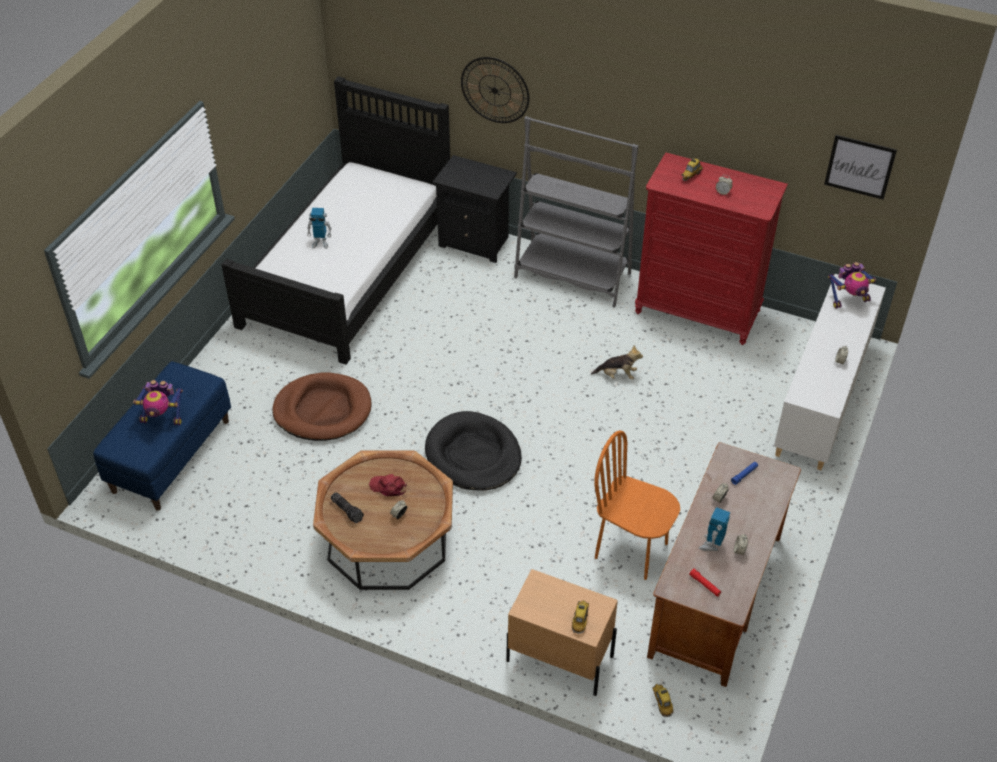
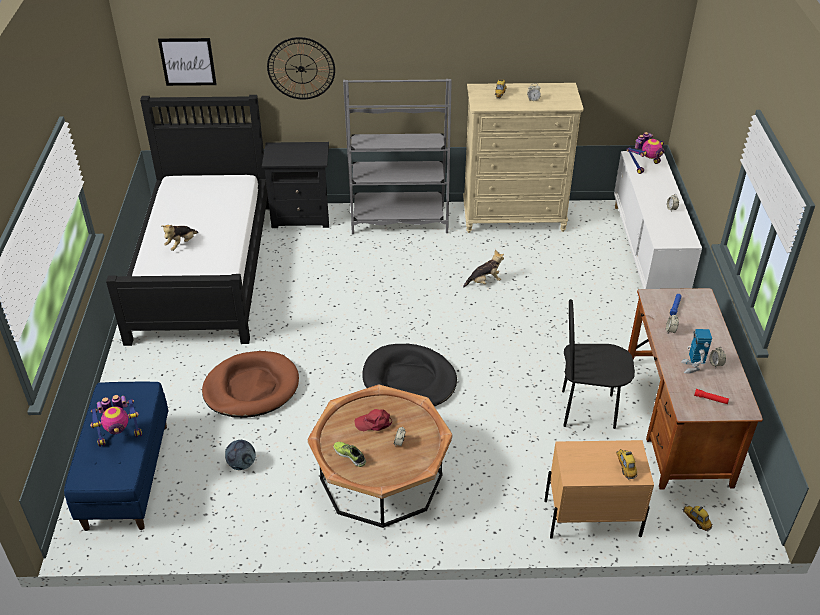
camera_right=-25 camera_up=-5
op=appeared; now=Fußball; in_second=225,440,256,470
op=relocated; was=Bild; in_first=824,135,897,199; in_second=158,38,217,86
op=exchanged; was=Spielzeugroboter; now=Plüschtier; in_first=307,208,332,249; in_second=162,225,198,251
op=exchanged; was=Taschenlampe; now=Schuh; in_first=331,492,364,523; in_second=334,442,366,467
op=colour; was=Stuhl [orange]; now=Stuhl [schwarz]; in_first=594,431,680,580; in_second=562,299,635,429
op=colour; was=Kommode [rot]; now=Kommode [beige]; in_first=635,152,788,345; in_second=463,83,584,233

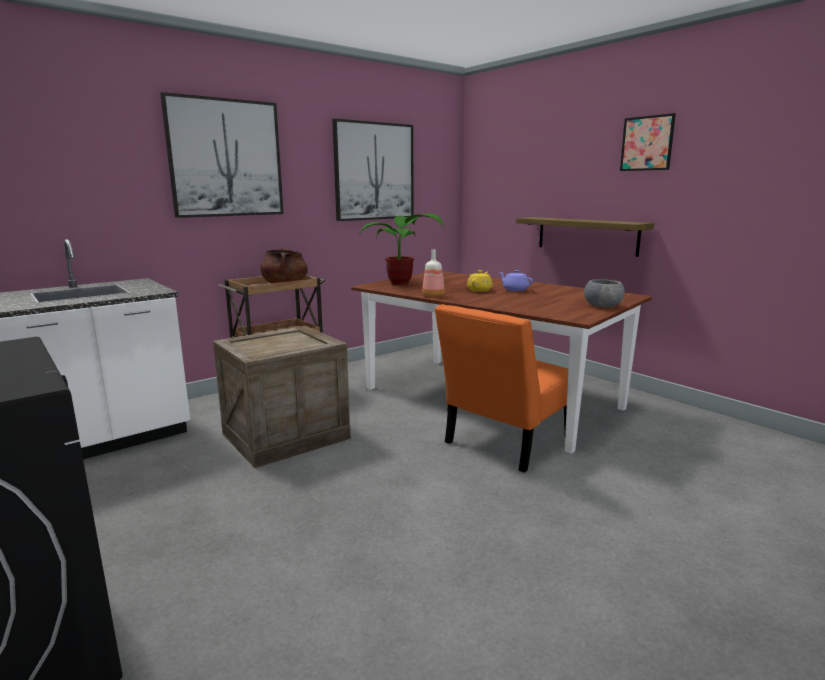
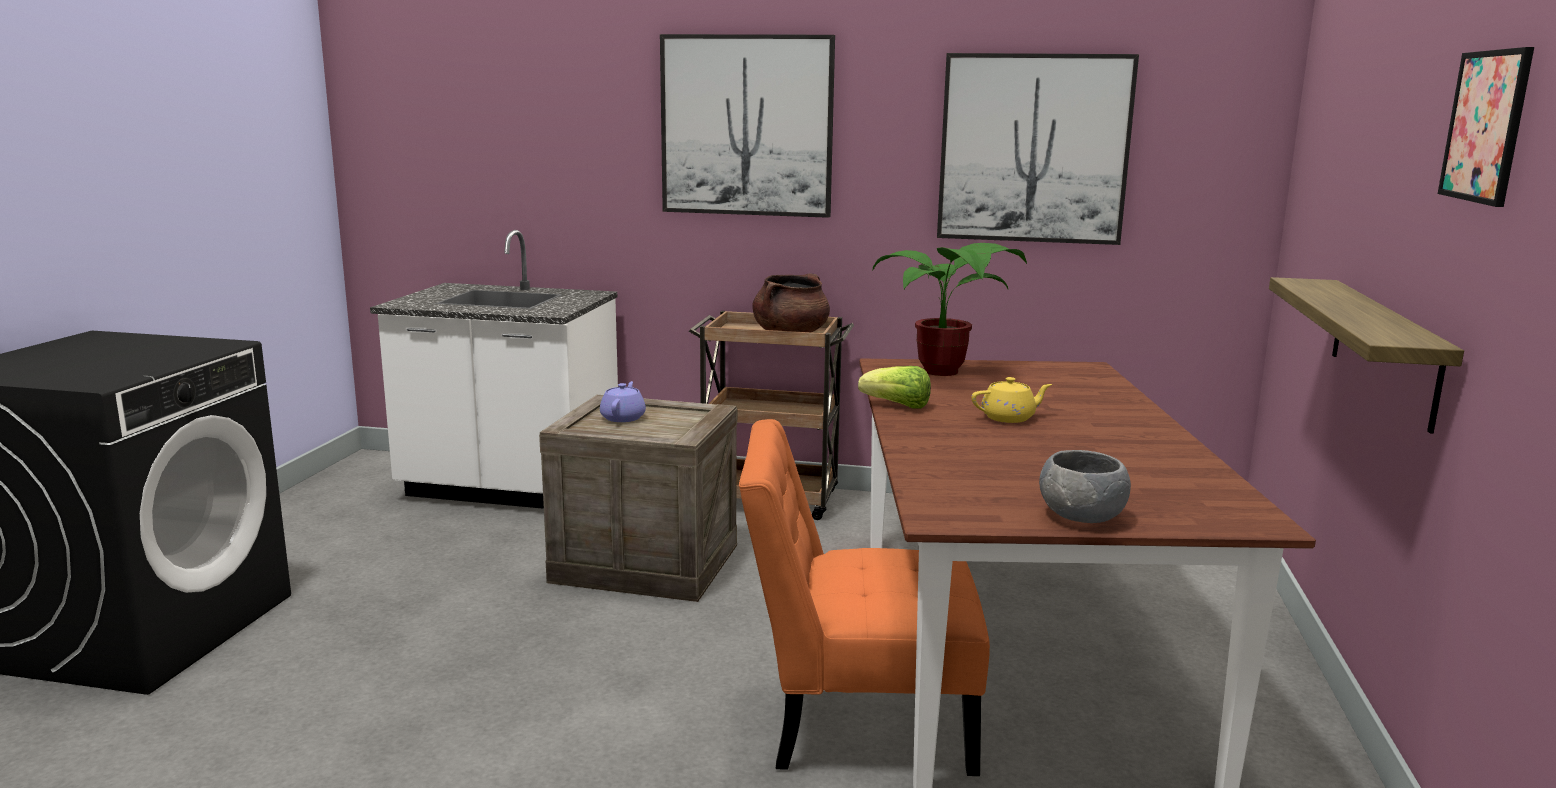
camera_right=50 camera_up=0
op=relocated; was=Teekanne [lila]; in_first=499,270,533,291; in_second=600,381,646,422
op=exchanged; was=Flasche; now=Salatkopf; in_first=422,250,445,297; in_second=858,366,931,409

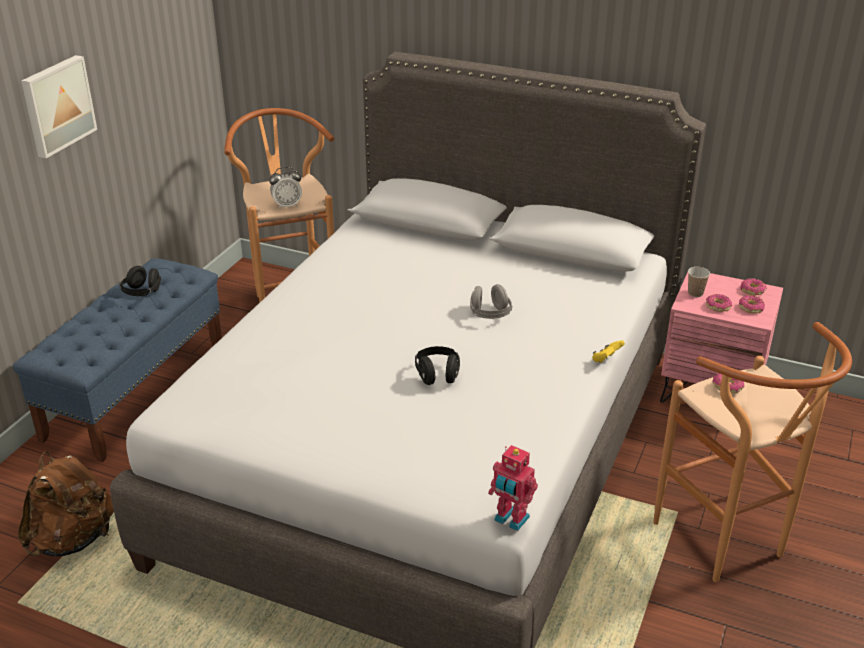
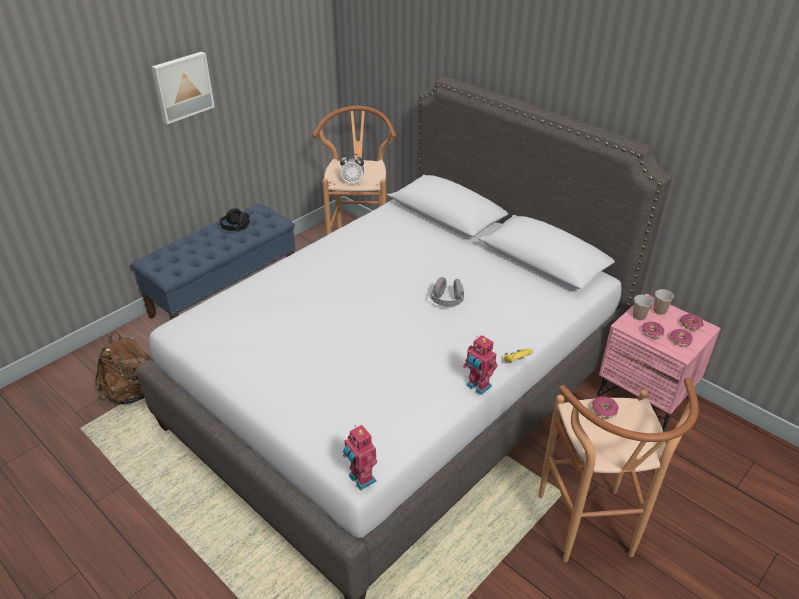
camera_right=20 camera_up=5
op=missing; was=Kopfhörer [schwarz]; in_first=415,346,460,385
op=appeared; now=Spielzeugroboter; in_second=463,335,498,395
op=appeared; now=Tasse; in_second=654,289,674,315

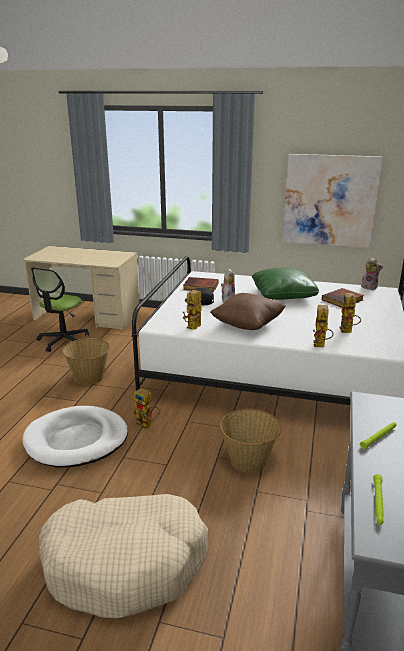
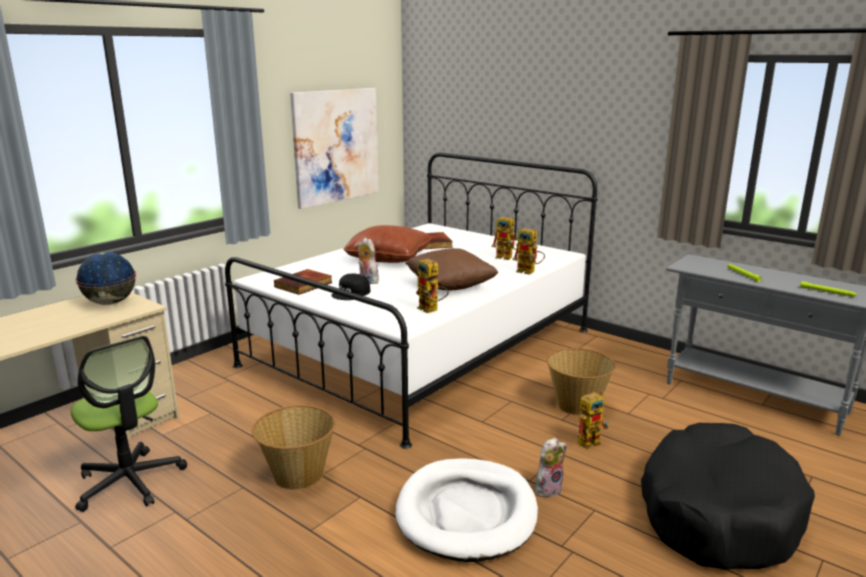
camera_right=-65 camera_up=-5
op=appeared; now=Globus; in_second=75,252,136,305
op=relocated; was=Spielzeugroboter; in_first=133,388,160,429; in_second=578,391,609,449
op=relocated; was=Plüschtier; in_first=361,257,383,290; in_second=535,438,567,497
op=colour; was=Hundebett [beige]; now=Hundebett [schwarz]; in_first=39,494,208,618; in_second=641,423,815,570
op=colour; was=Kissen [grün]; now=Kissen [braun]; in_first=252,268,319,300; in_second=343,225,431,263

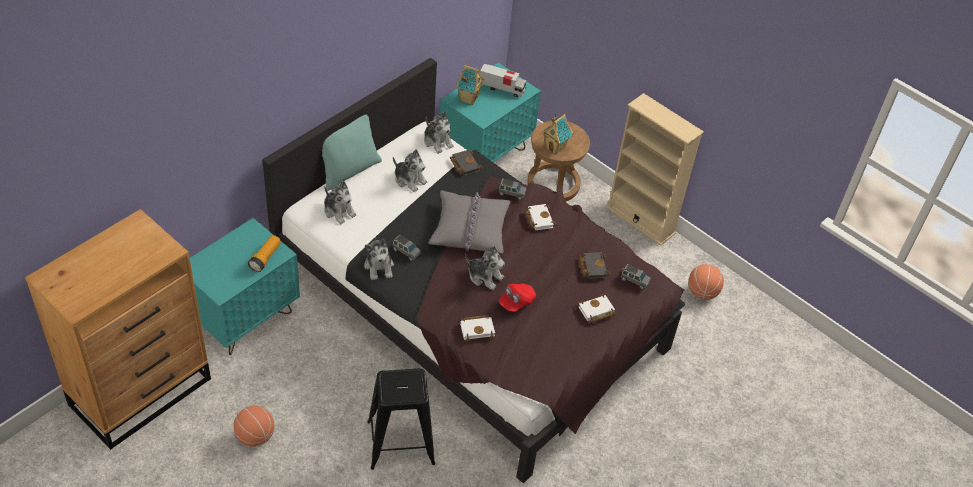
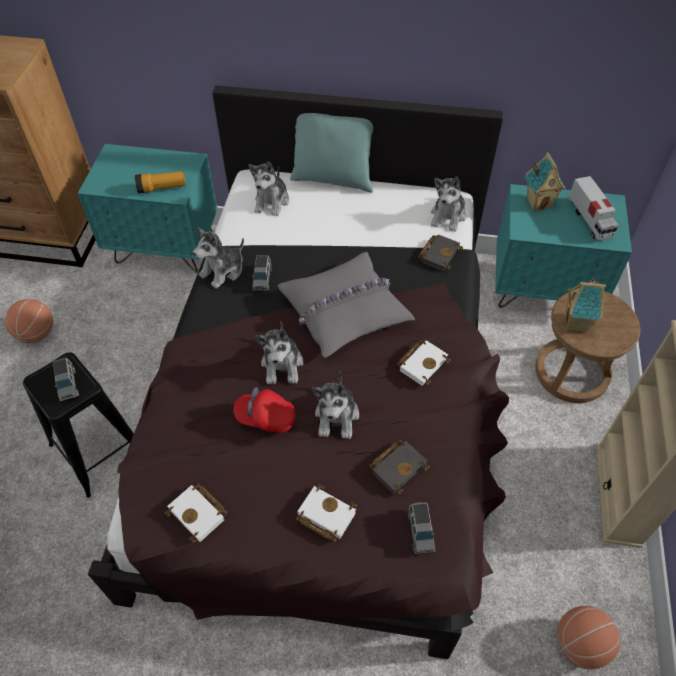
camera_right=60 camera_up=5
op=relocated; was=Plüschtier; in_first=393,149,427,192; in_second=312,371,359,439
op=relocated; was=Buch [weiß]; in_first=460,315,495,341; in_second=165,484,227,543
op=relocated; was=Spielzeugauto [grau]; in_first=498,178,526,200; in_second=53,358,79,401

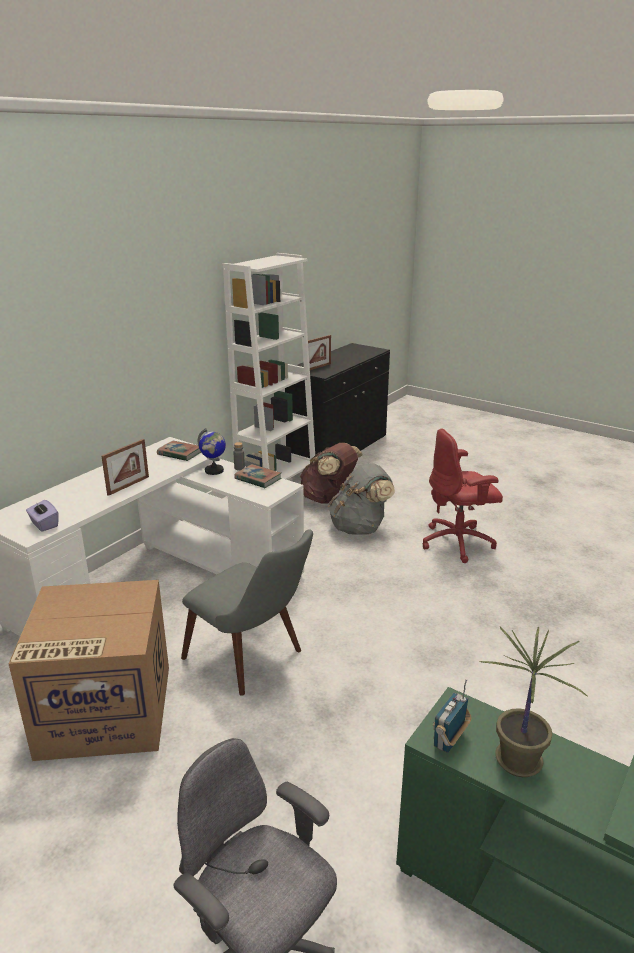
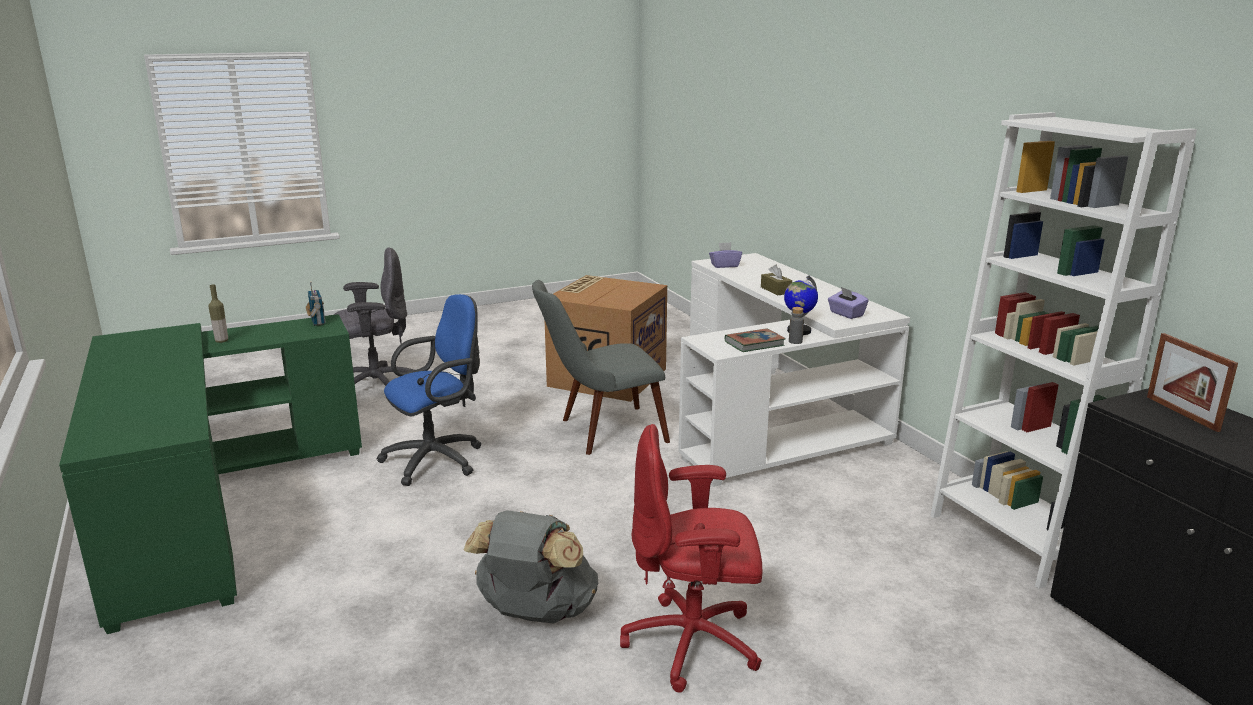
camera_right=120 camera_up=-5
op=missing; was=Rucksack [braun]; in_first=300,443,363,504
op=missing; was=Topfpflanze; in_first=479,626,589,777
op=appeared; now=Flasche; in_second=208,284,228,343
op=appeared; now=Bürostuhl [blau]; in_second=377,294,482,486
op=relocated; was=Rucksack [grau]; in_first=328,463,395,535; in_second=464,510,598,624
op=exchanged; was=Bilderrahmen; now=Taschentuchbox [braun]; in_first=101,439,149,496; in_second=761,265,792,296
op=exchanged; was=Buch; now=Taschentuchbox [lila]; in_first=157,441,201,461; in_second=828,287,869,319
op=spun; was=Bürostuhl [rot]; in_first=422,428,503,563; in_second=620,424,762,693; clockwise=-105

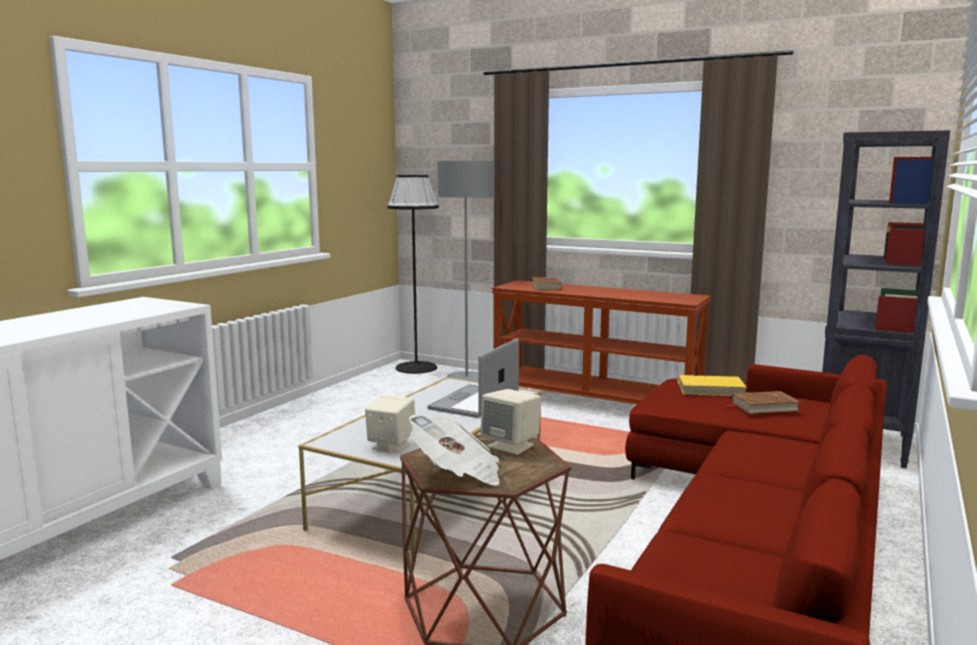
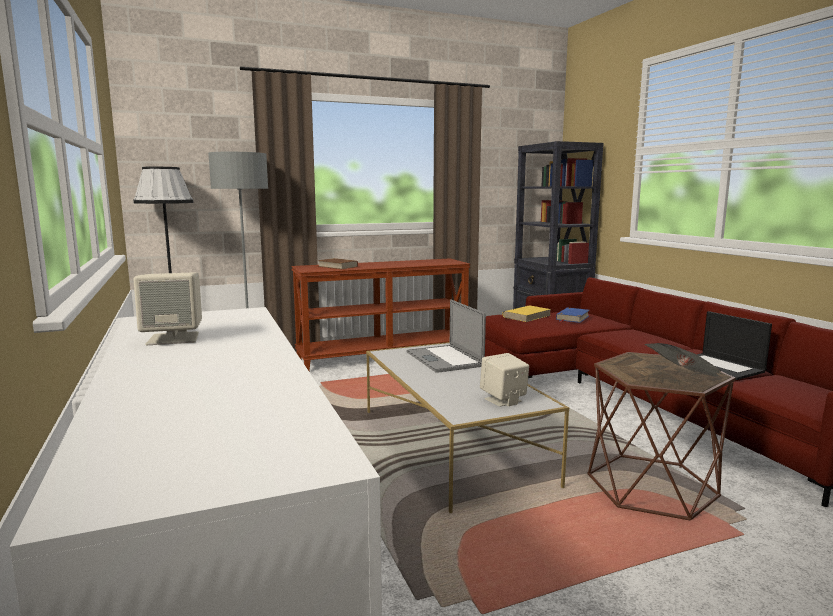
camera_right=-50 camera_up=0
op=appeared; now=Laptop; in_second=696,311,772,380
op=relocated; was=Lautsprecher [beige]; in_first=480,389,541,455; in_second=133,272,202,345
op=colour; was=Buch [braun]; now=Buch [blau]; in_first=727,391,800,414; in_second=556,307,589,323

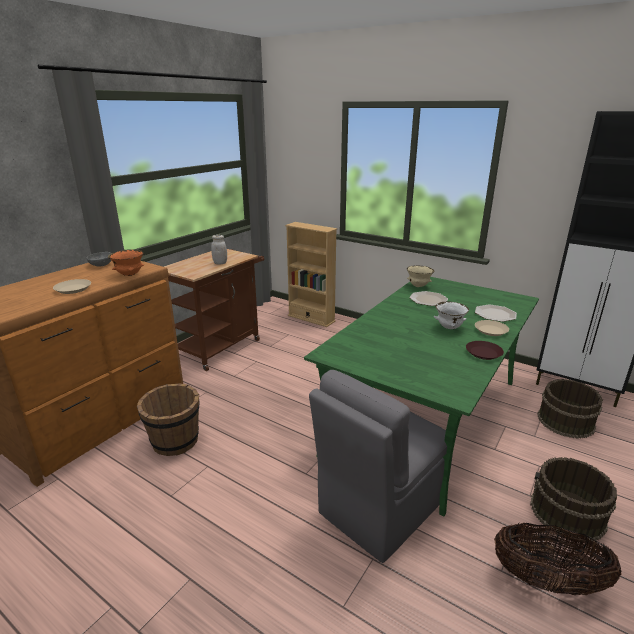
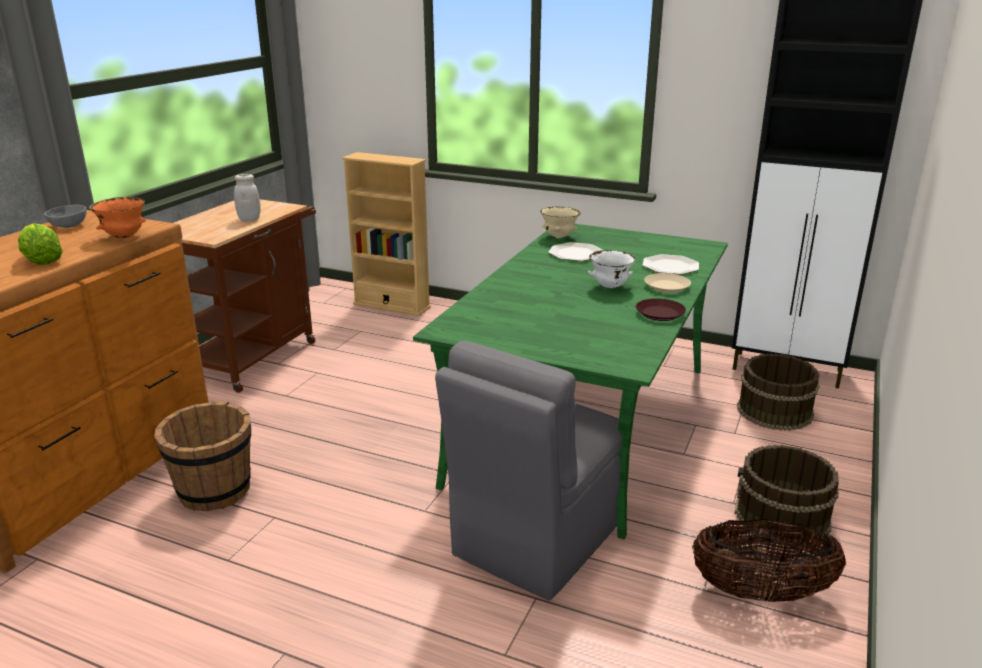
camera_right=-10 camera_up=0
op=exchanged; was=Teller [beige]; now=Salatkopf; in_first=53,279,91,294; in_second=18,223,63,265

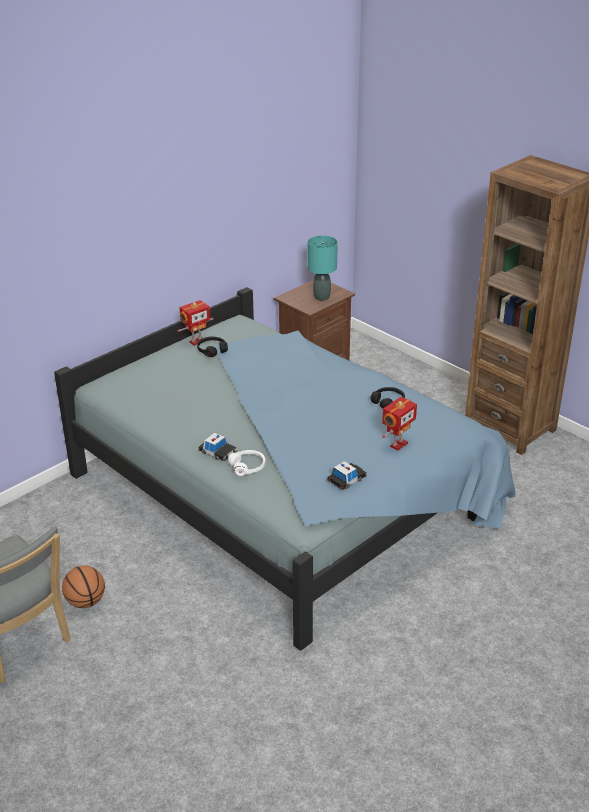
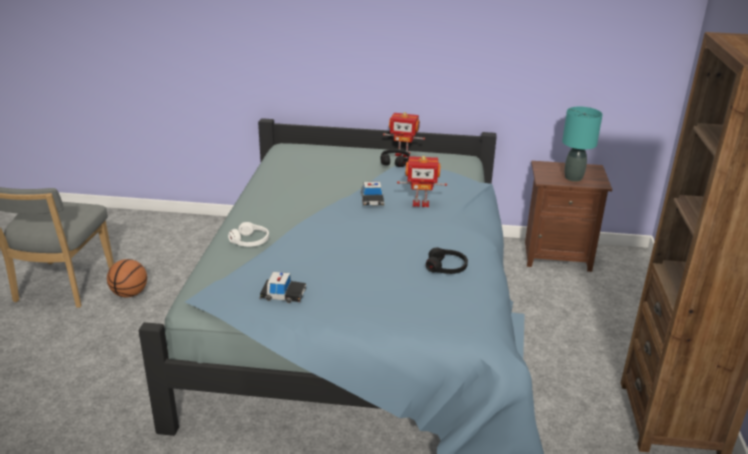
camera_right=50 camera_up=-5
op=relocated; was=Spielzeugauto; in_first=198,433,237,461; in_second=361,182,385,206
op=relocated; was=Spielzeugroboter; in_first=382,397,417,451; in_second=397,156,447,207

